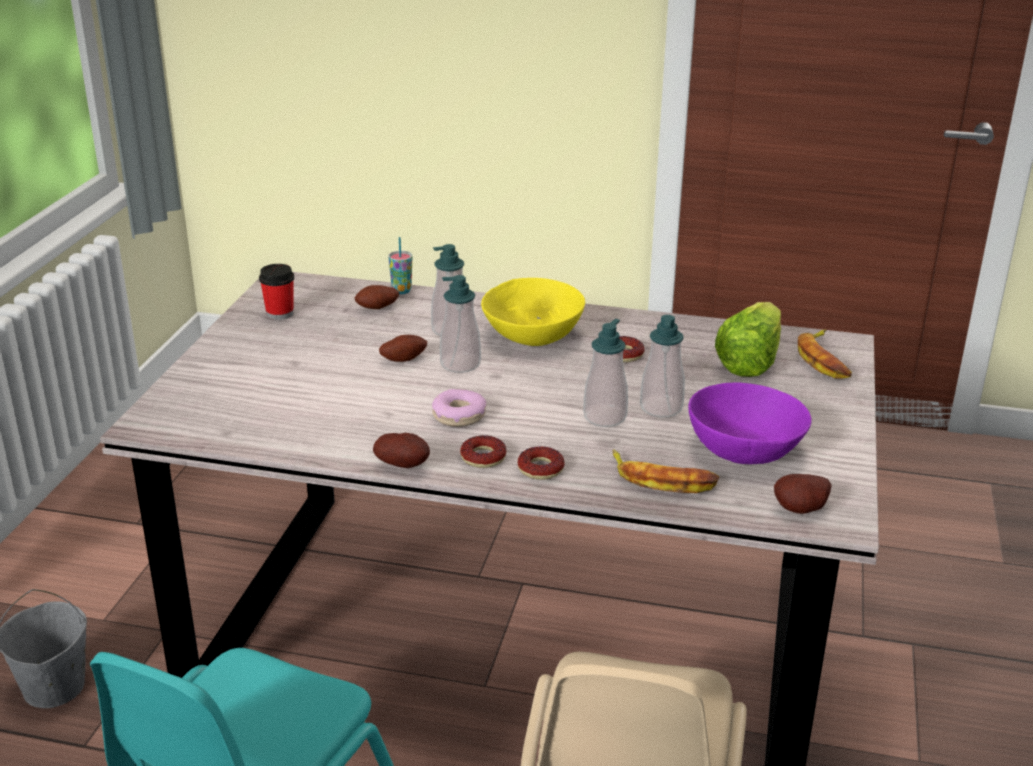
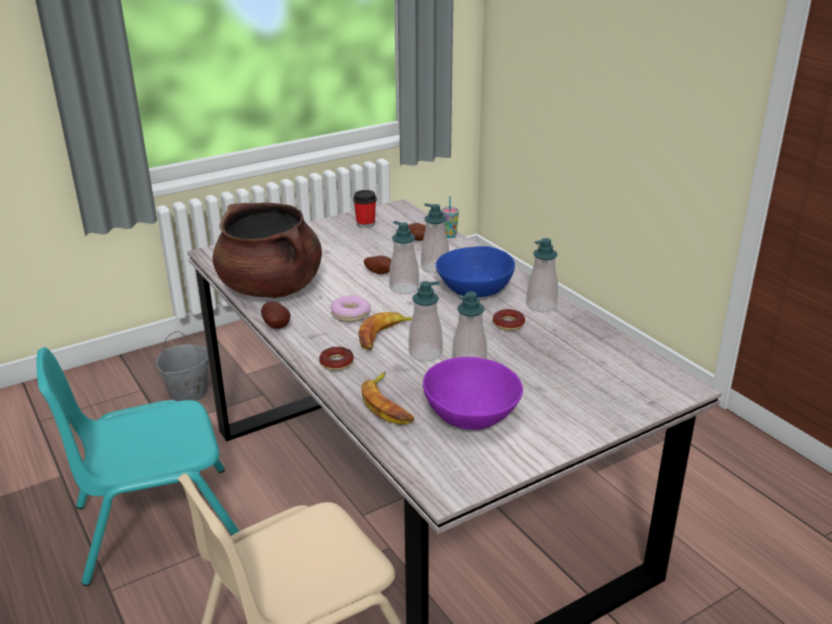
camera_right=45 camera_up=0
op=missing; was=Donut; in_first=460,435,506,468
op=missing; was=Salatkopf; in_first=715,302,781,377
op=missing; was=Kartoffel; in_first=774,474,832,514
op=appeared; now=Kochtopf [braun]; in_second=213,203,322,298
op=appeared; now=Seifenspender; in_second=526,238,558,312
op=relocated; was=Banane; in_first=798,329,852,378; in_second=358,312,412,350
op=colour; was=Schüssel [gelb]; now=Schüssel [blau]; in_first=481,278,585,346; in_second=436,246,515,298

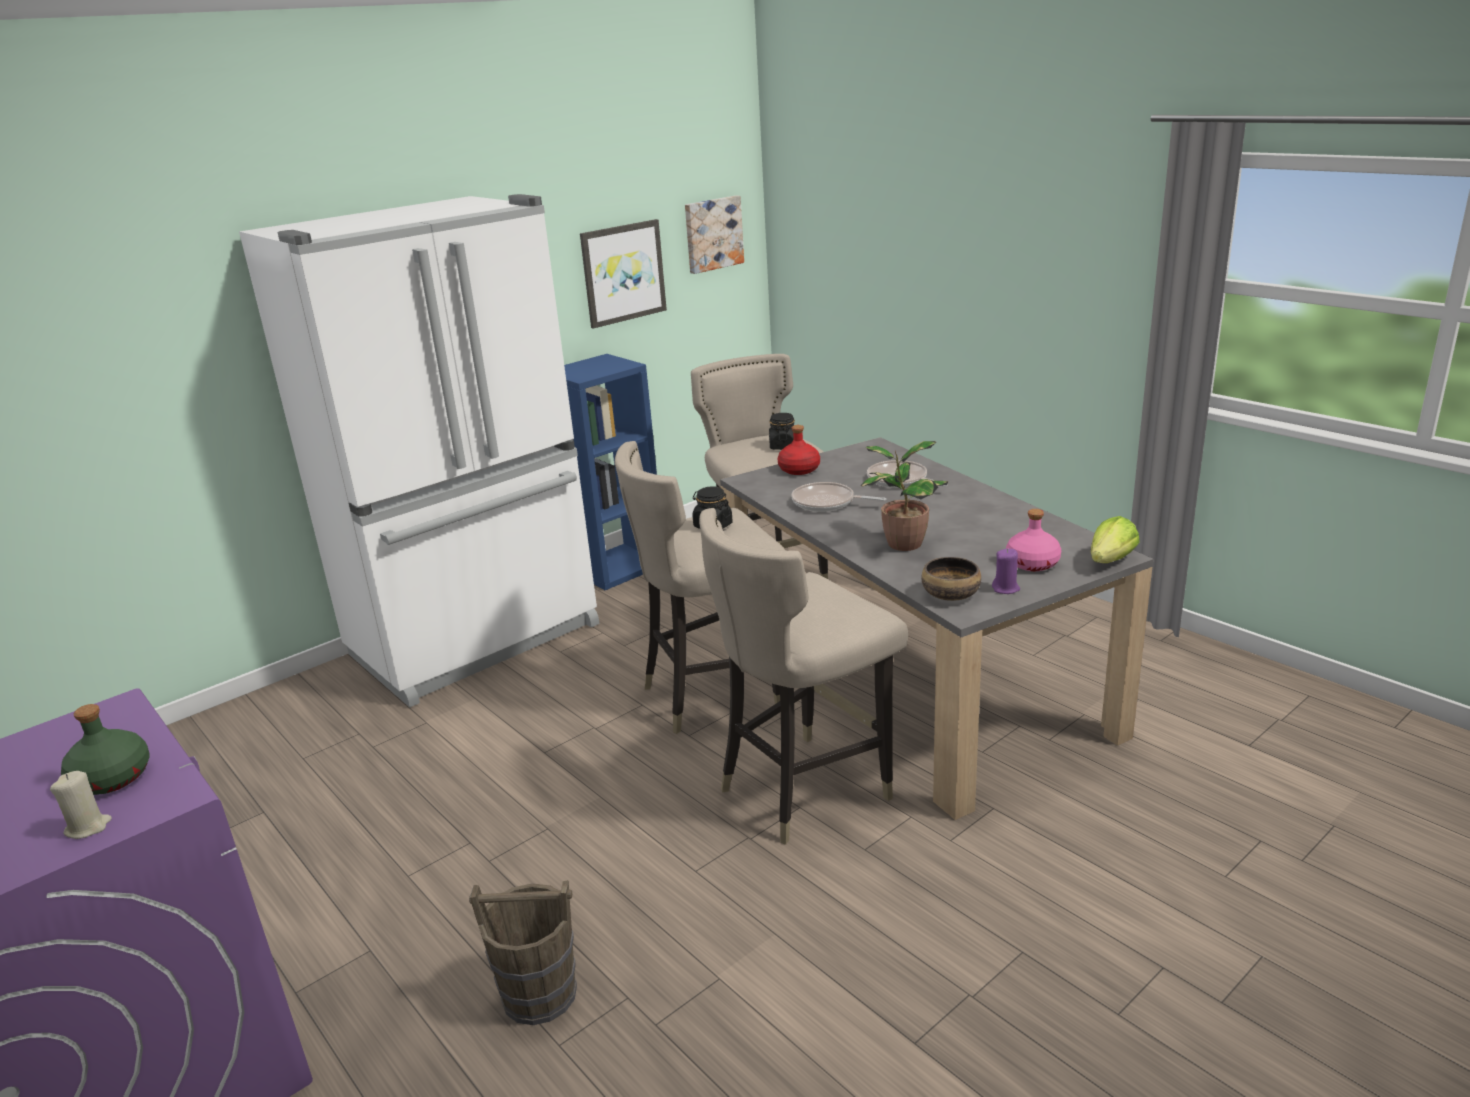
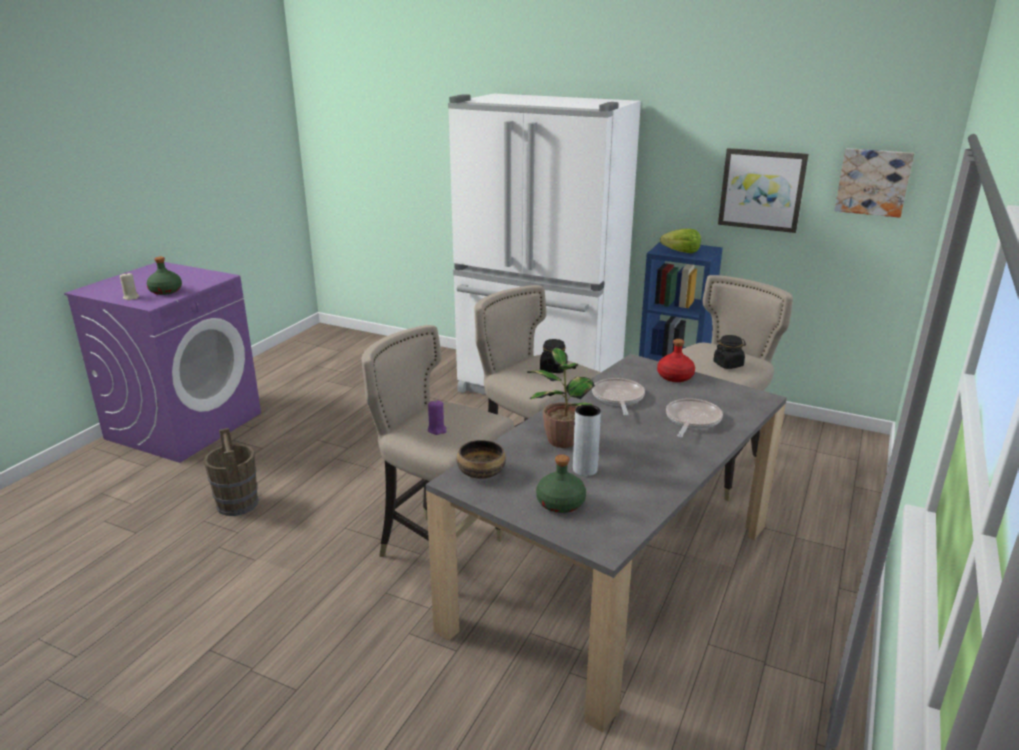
camera_right=65 camera_up=0
op=appeared; now=Vase [grau]; in_second=573,405,601,476
op=relocated; was=Kerze [lila]; in_first=992,549,1020,594; in_second=428,400,447,435
op=relocated; was=Salatkopf; in_first=1091,516,1140,563; in_second=660,229,701,253
op=colour; was=Flasche [rosa]; now=Flasche [grün]; in_first=1006,509,1061,571; in_second=536,455,586,513

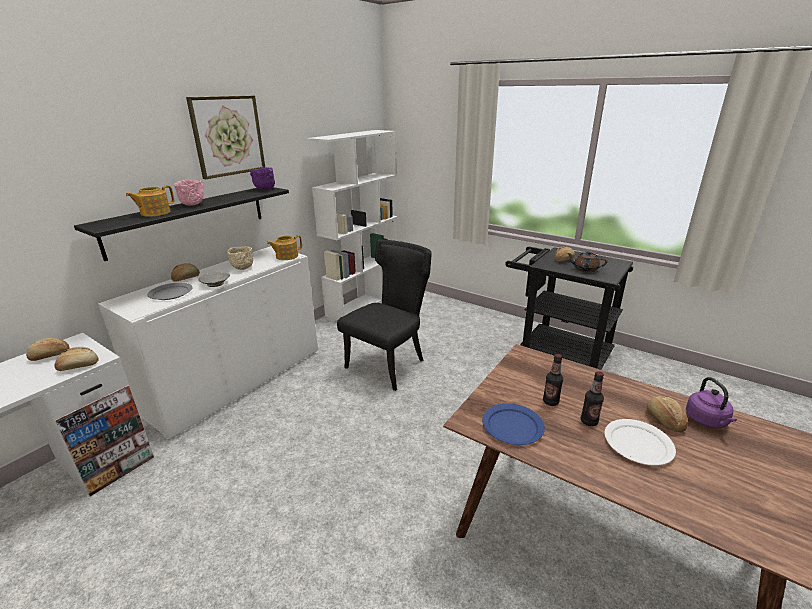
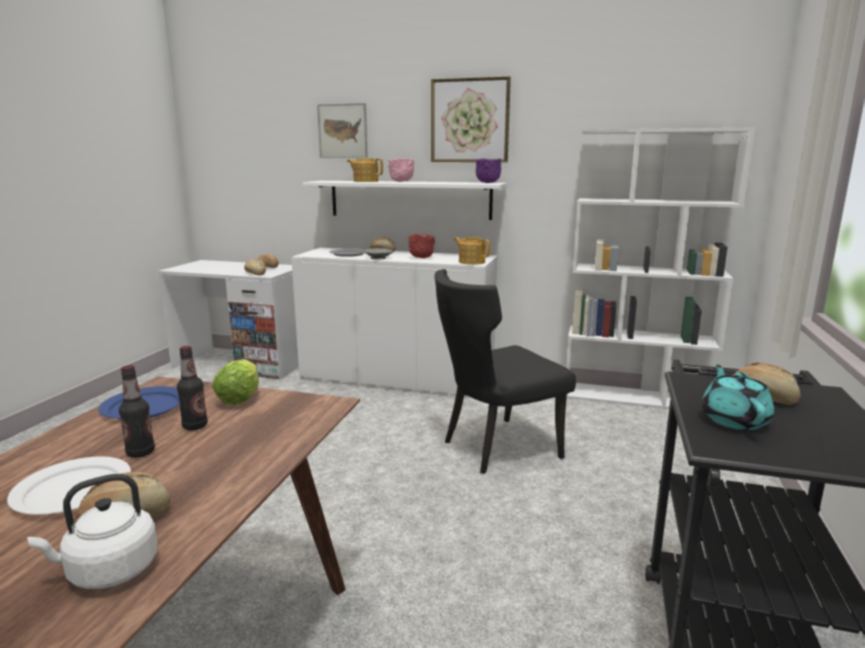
camera_right=70 camera_up=-10
op=appeared; now=Salatkopf; in_second=212,359,259,405
op=appeared; now=Bild; in_second=317,103,368,158
op=colour; was=Wandregal [schwarz]; now=Wandregal [weiß]; in_first=74,187,289,261; in_second=303,181,507,220
op=colour; was=Schüssel [beige]; now=Schüssel [rot]; in_first=227,246,253,270; in_second=409,234,435,258
op=colour; was=Teekanne [braun]; now=Teekanne [türkis]; in_first=567,251,607,272; in_second=701,365,774,430
op=colour; was=Wasserkessel [lila]; now=Wasserkessel [weiß]; in_first=686,377,737,428; in_second=27,474,158,589
op=spun; was=Stuhl [schwarz]; in_first=337,240,432,391; in_second=434,269,576,474; clockwise=135

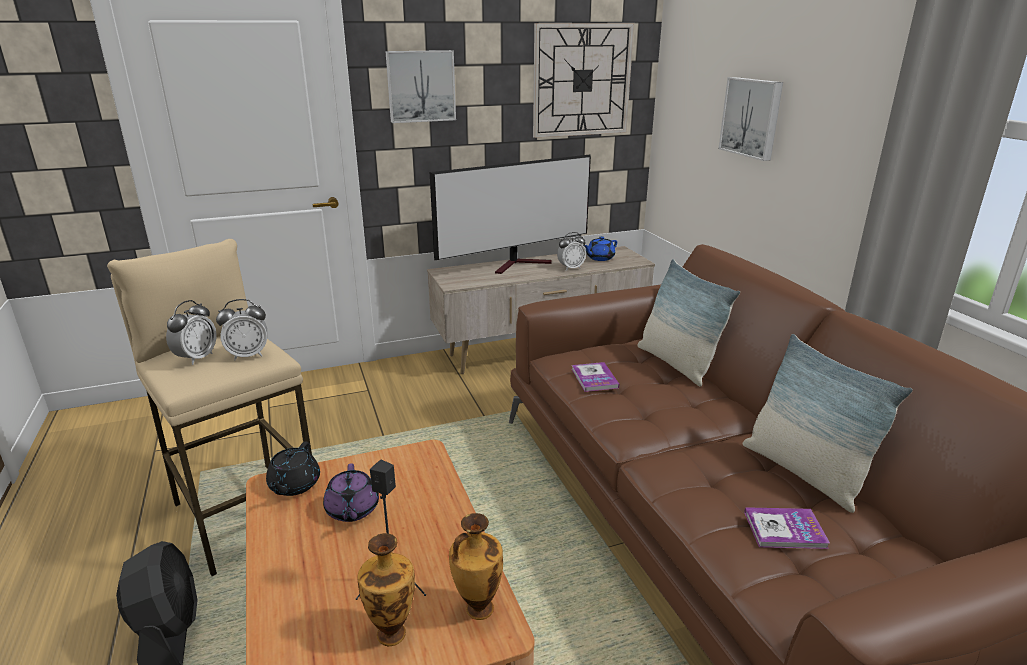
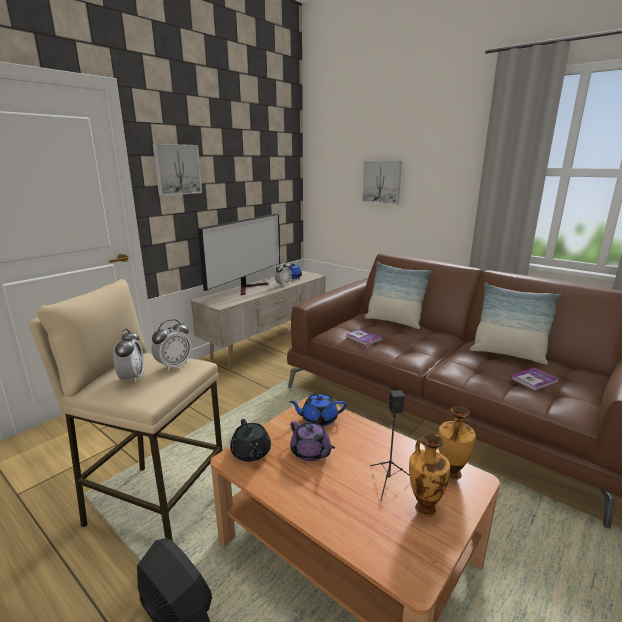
camera_right=-30 camera_up=-5
op=missing; was=Wanduhr; in_first=533,23,634,138
op=appeared; now=Teekanne [blau]; in_second=289,393,347,426

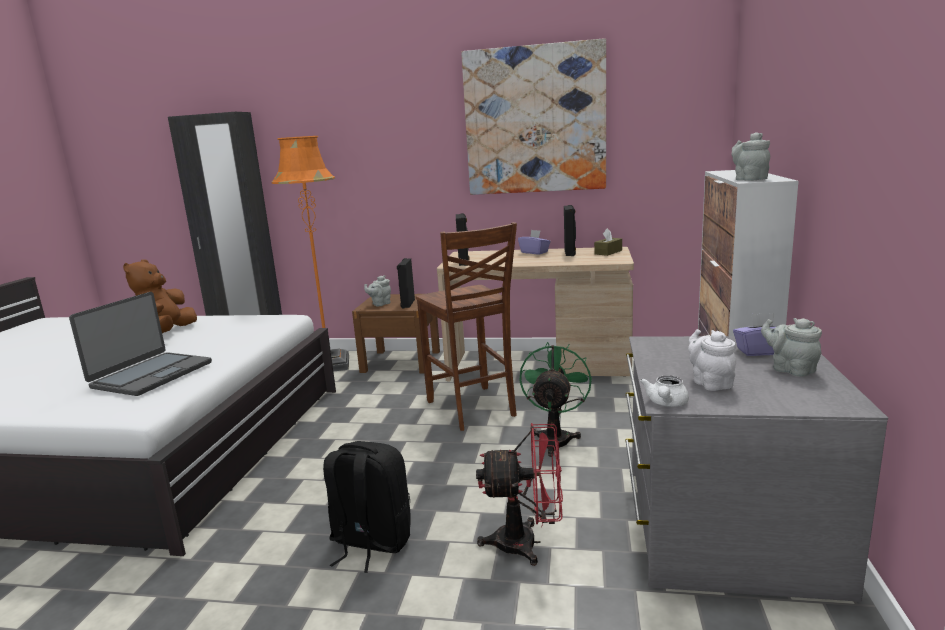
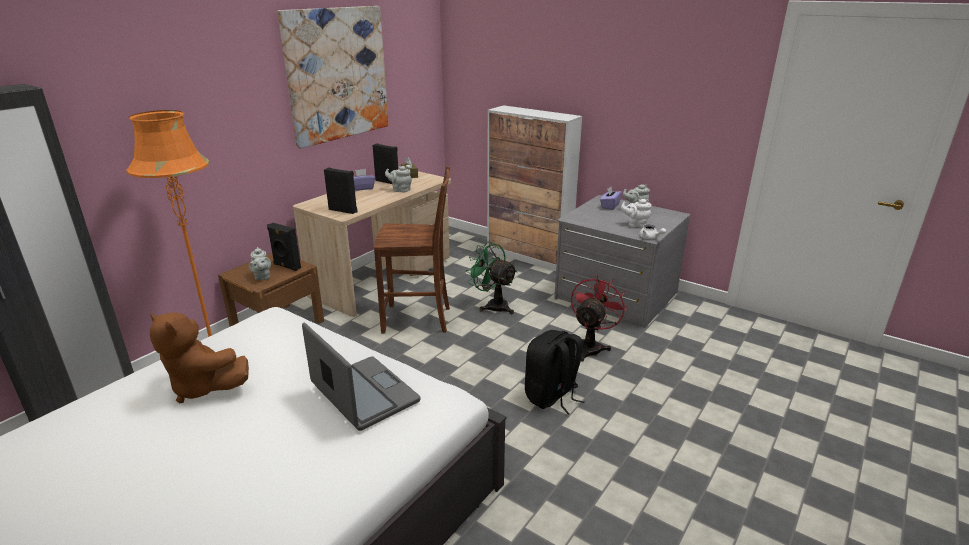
camera_right=-65 camera_up=10
op=relocated; was=Teekanne [grau]; in_first=732,132,770,181; in_second=385,166,412,193

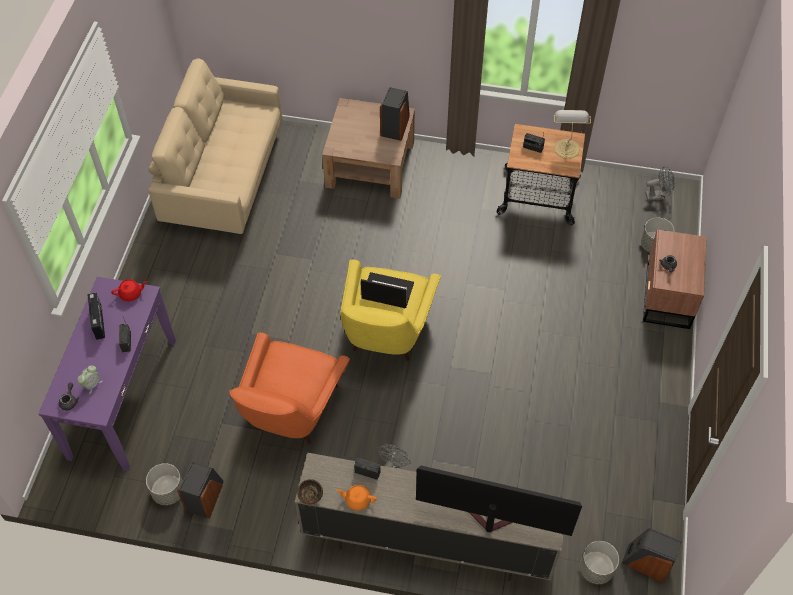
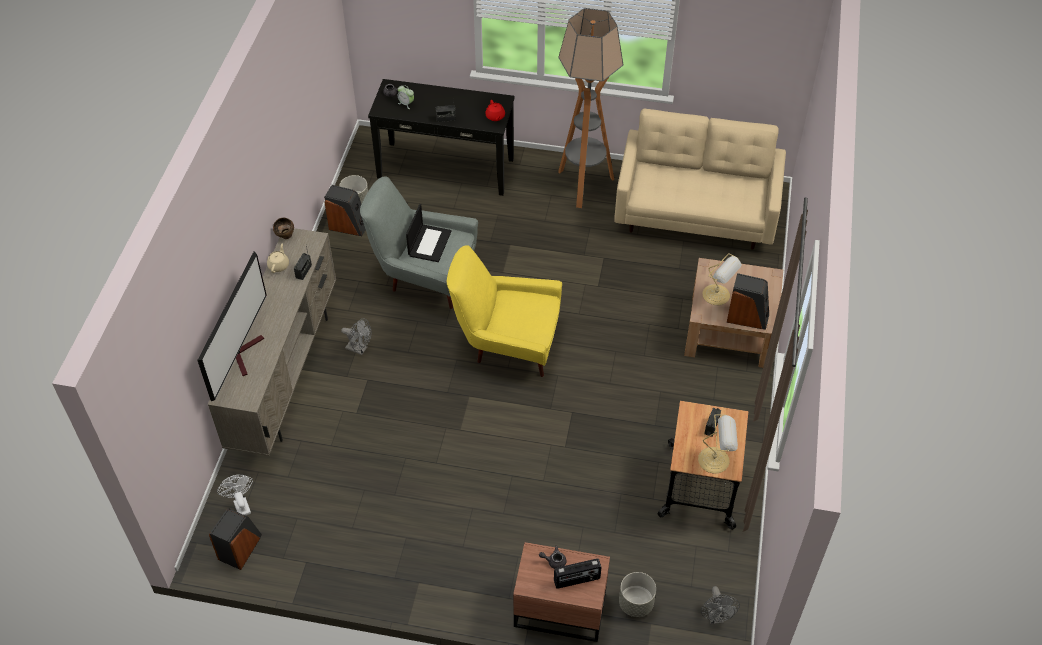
camera_right=90 camera_up=-5
op=appeared; now=Stehlampe; in_second=558,8,623,208
op=appeared; now=Tischlampe; in_second=702,253,742,305
op=relocated; was=Radio; in_first=88,292,105,340; in_second=554,559,601,589
op=relocated; was=Laptop; in_first=361,272,414,308; in_second=406,204,451,262
op=exchanged; was=Pflanzkübel [grau]; now=Ventilator [weiß]; in_first=580,541,619,584; in_second=217,474,253,516
op=colour; was=Konsolentisch [lila]; now=Konsolentisch [schwarz]; in_first=38,277,176,471; in_second=368,79,515,196
op=colour; was=Sessel [orange]; now=Sessel [grau]; in_first=229,332,350,444; in_second=360,177,478,309
op=colour; was=Teekanne [orange]; now=Teekanne [beige]; in_first=336,485,377,510; in_second=267,243,289,273

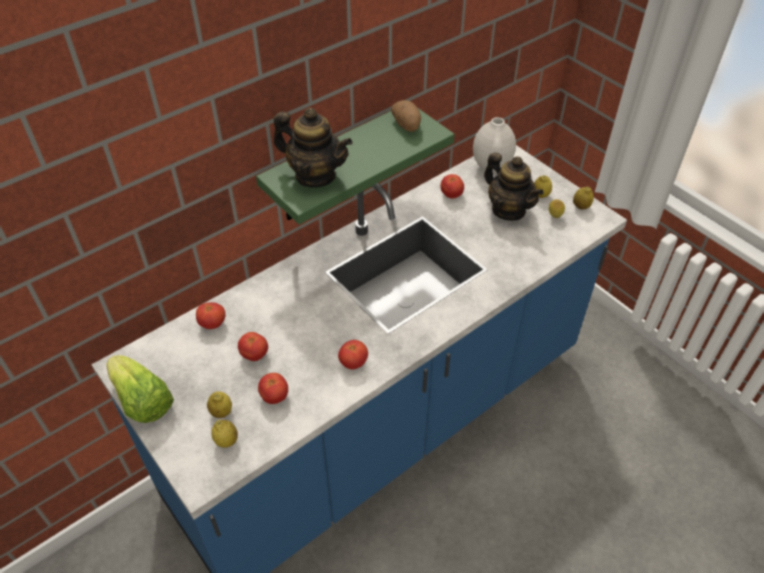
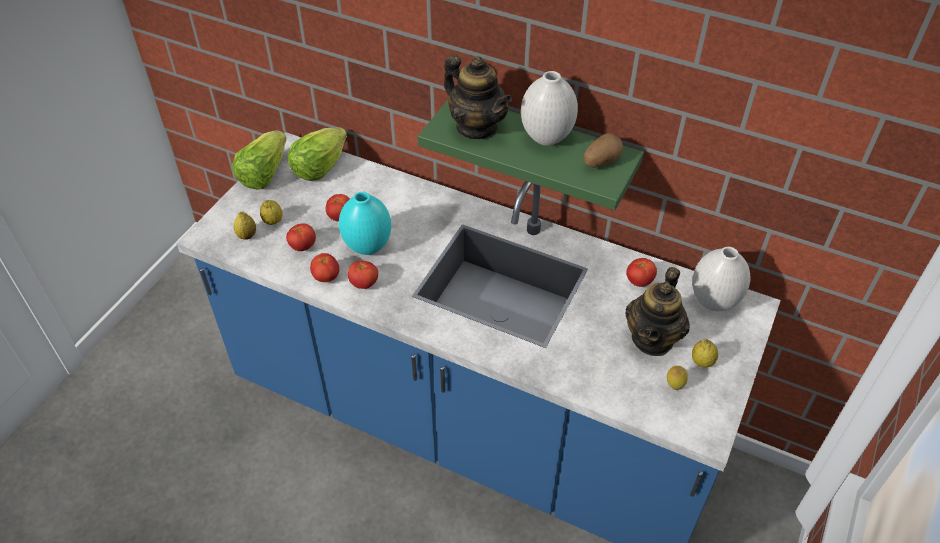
camera_right=65 camera_up=0
op=missing; was=Zitrone; in_first=573,187,594,209
op=appeared; now=Salatkopf; in_second=288,127,347,181
op=appeared; now=Vase [türkis]; in_second=339,192,391,255
op=appeared; now=Vase [weiß]; in_second=521,71,578,146
op=relocated; was=Tomate; in_first=196,302,225,329; in_second=310,253,339,282
op=spun; was=Teekanne; in_first=273,108,353,188; in_second=444,55,512,139; clockwise=-45

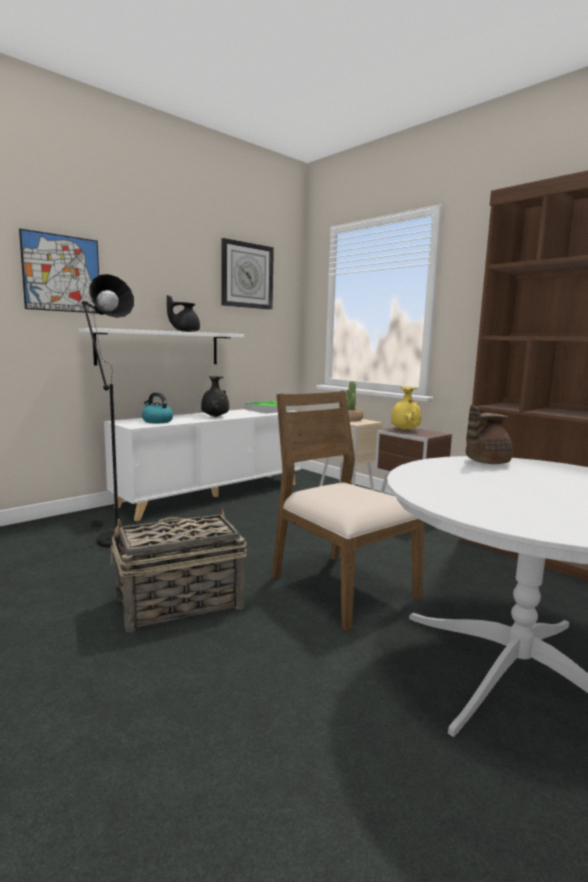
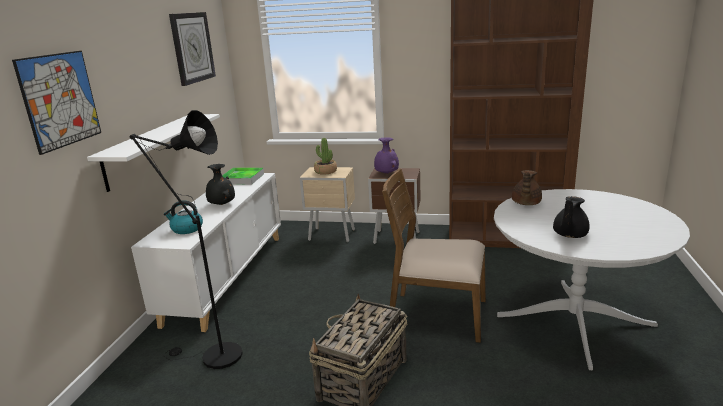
camera_right=-35 camera_up=10
op=relocated; was=Teekanne [schwarz]; in_first=167,295,200,332; in_second=553,196,590,238
op=colour; was=Vase [gelb]; now=Vase [lila]; in_first=391,387,421,431; in_second=374,137,399,174

